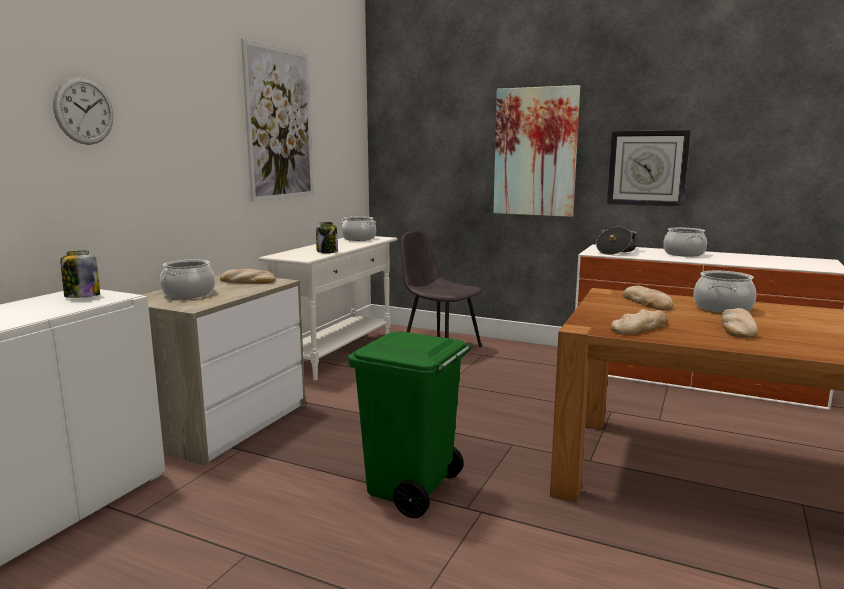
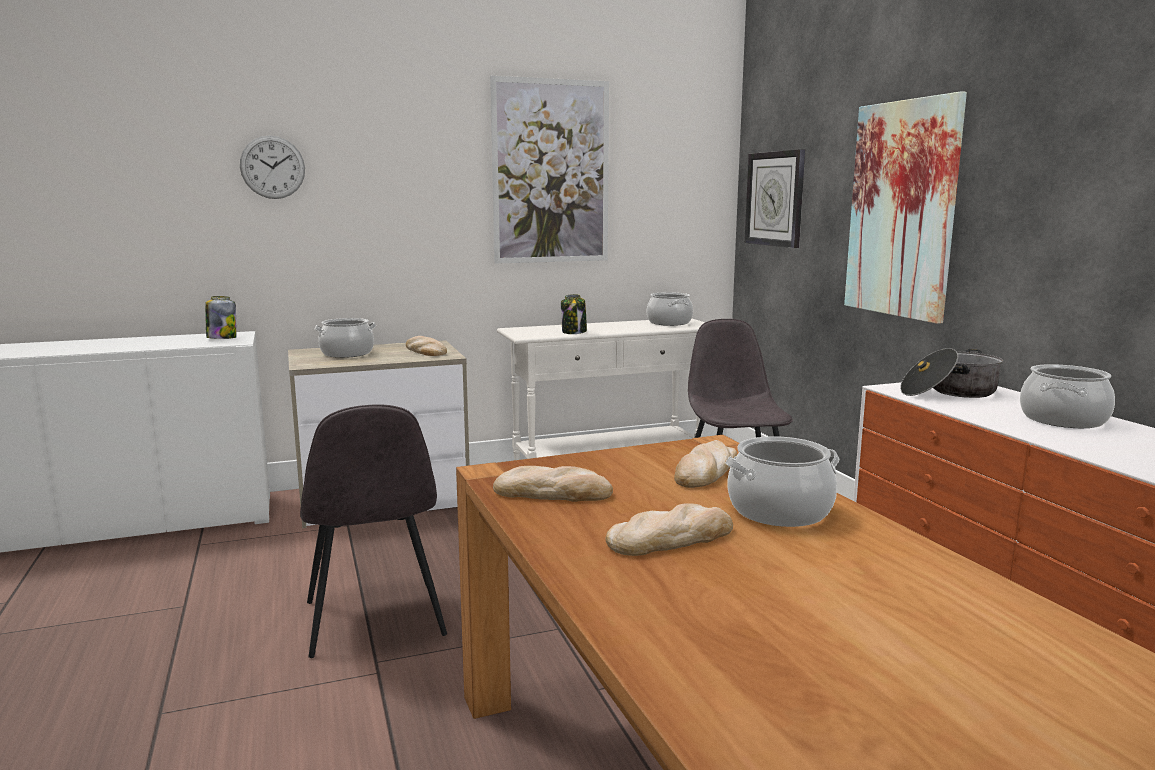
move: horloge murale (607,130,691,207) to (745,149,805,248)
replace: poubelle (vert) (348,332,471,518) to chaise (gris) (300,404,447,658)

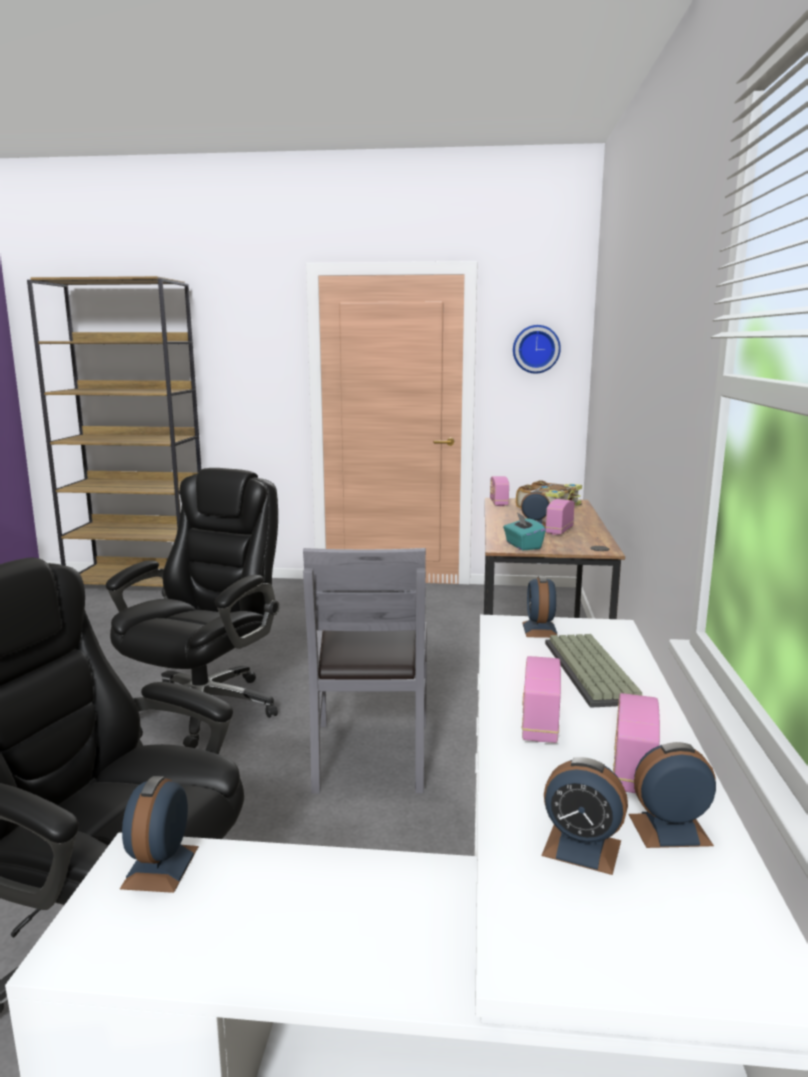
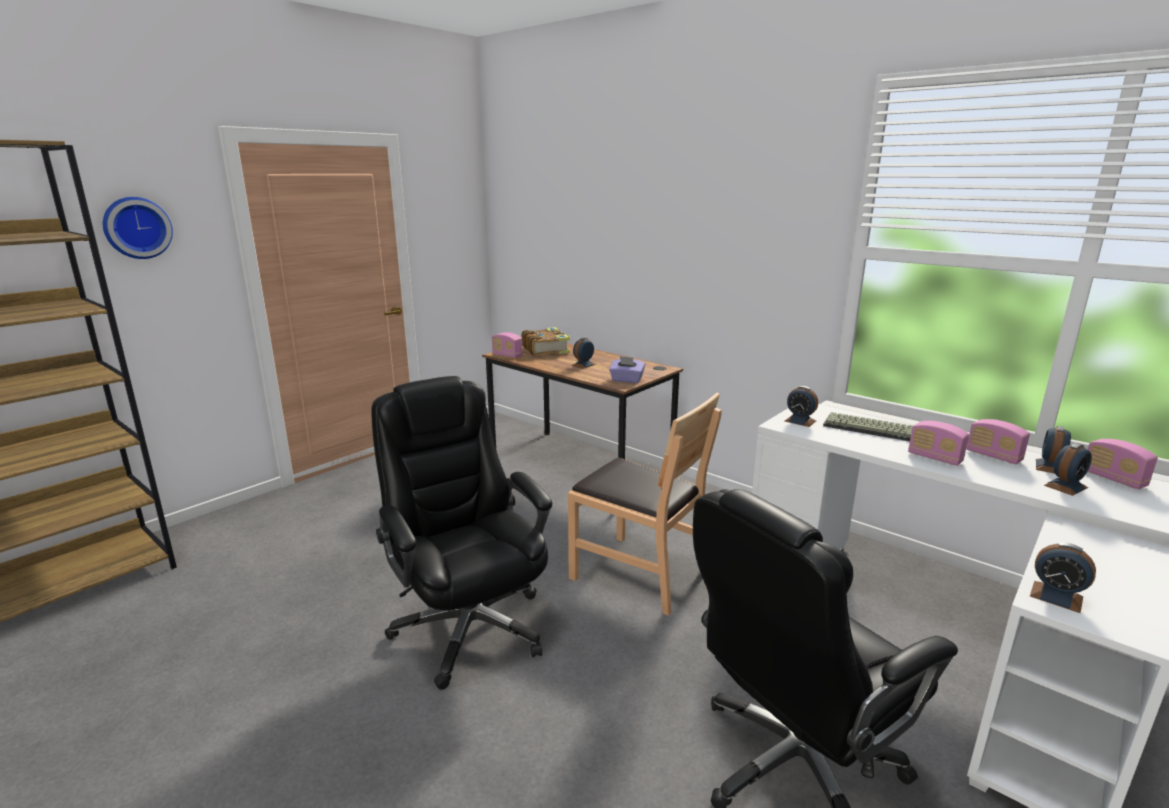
move: horloge murale (513,325,561,374) to (103,197,173,259); radio (545,499,575,535) to (1087,439,1158,489)
recolor: boîte à mouchoirs (turquoise) (503,513,546,550) to boîte à mouchoirs (violet) (609,356,645,383); chaise (gris) (303,548,427,794) to chaise (marron) (568,393,722,616)

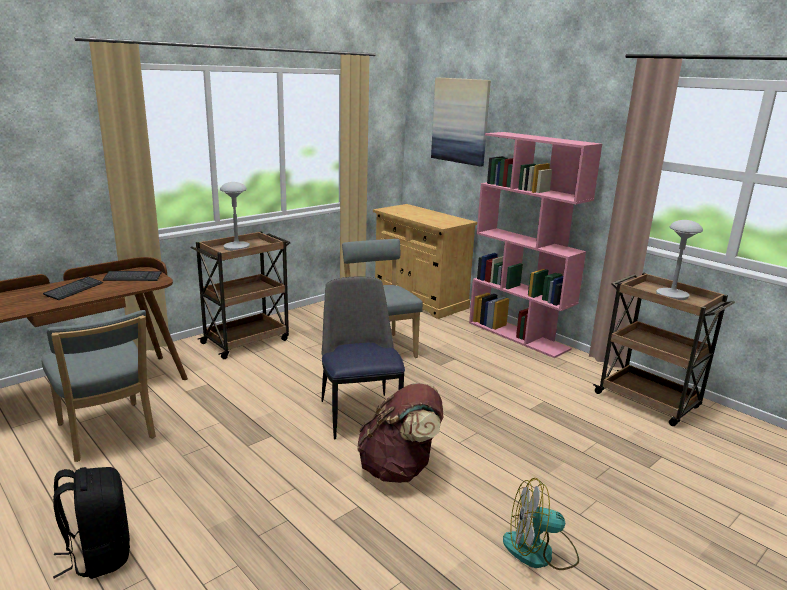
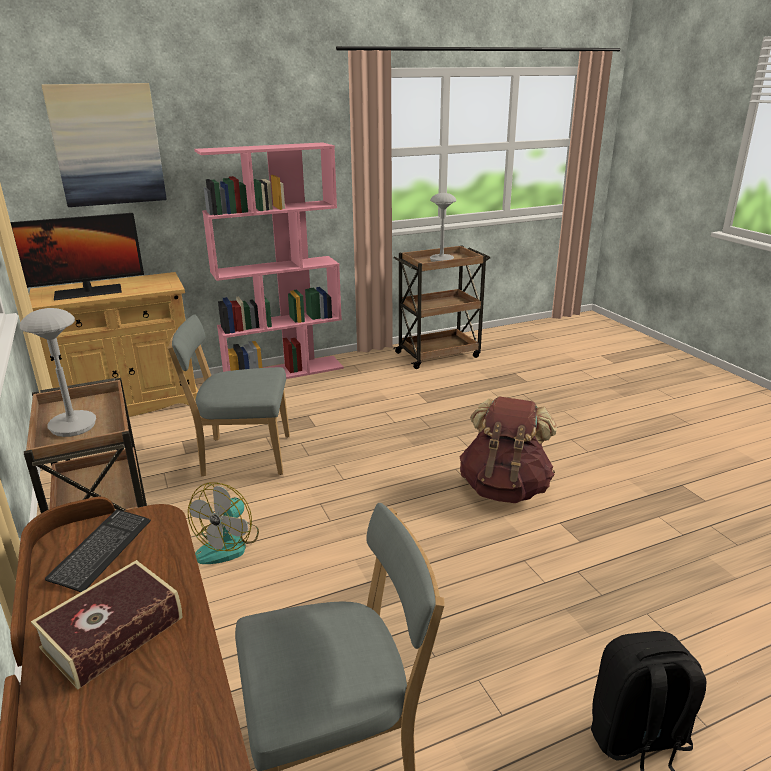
delete: chaise (322,276,405,439)
insert: écran d'ordinateur (10,213,144,300)
move: ventilateur (503,478,579,570) to (188,482,259,564)
replace: clavier (43,277,103,300) to livre (31,560,183,689)

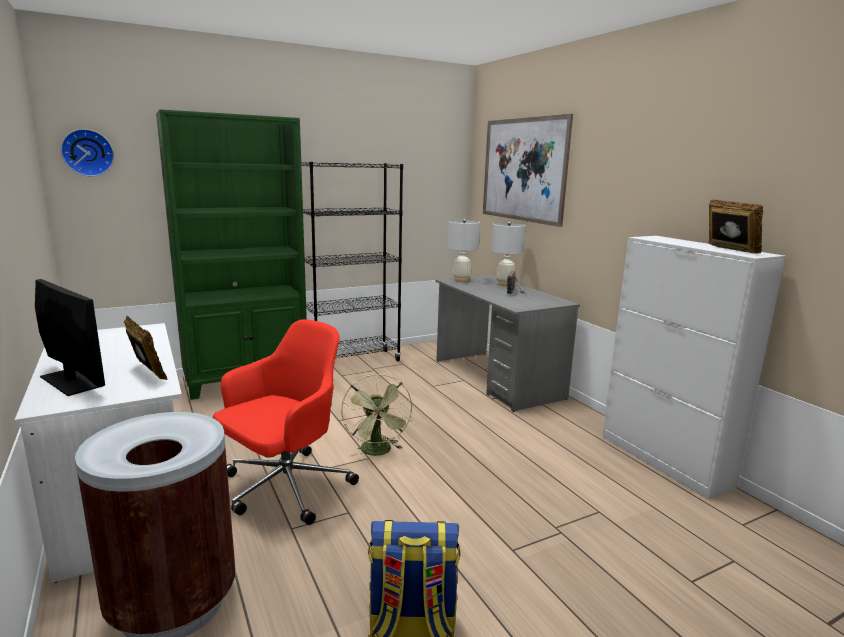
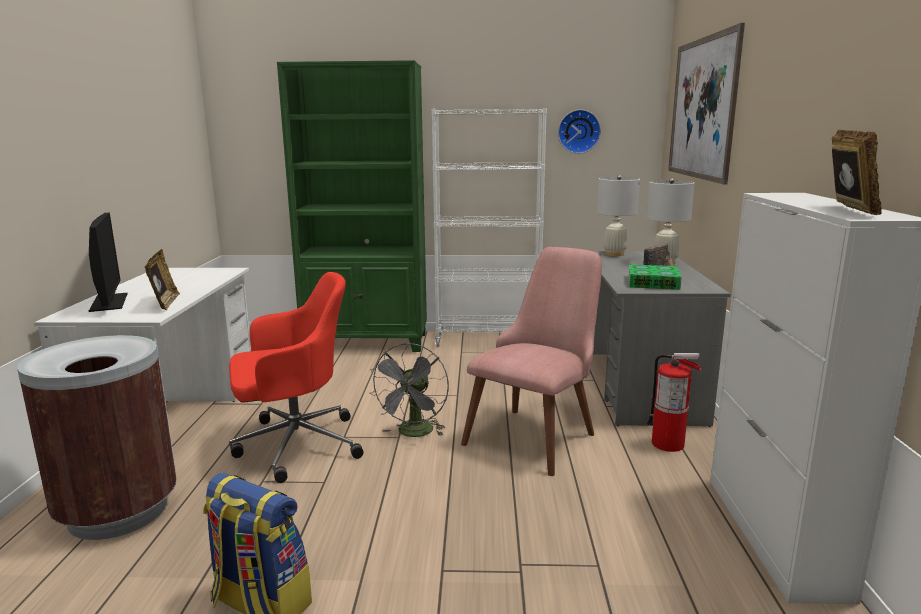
insert: chaise (rose) (461,247,602,476); livre (628,264,682,290); extincteur (647,353,701,452)
move: horloge murale (61,129,114,177) to (558,109,601,154)
recolor: bibliothèque (noir) (301,162,403,361) to bibliothèque (blanc) (432,108,547,347); ventilateur (vert) (341,374,412,457) to ventilateur (gris) (369,343,449,437)

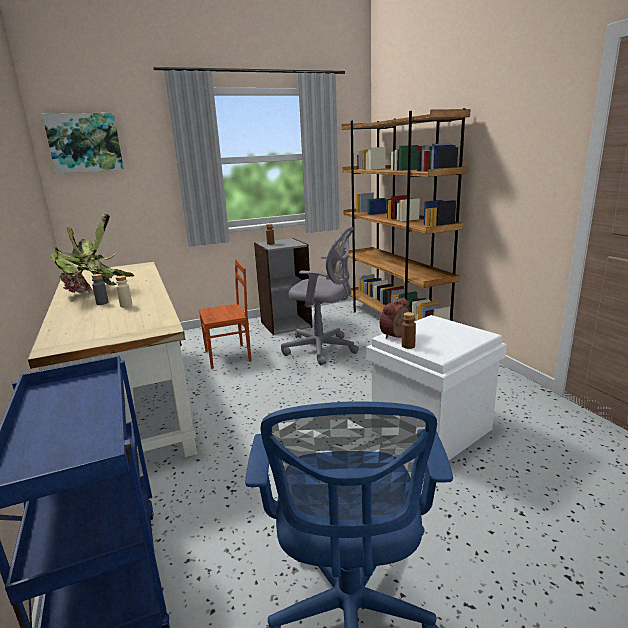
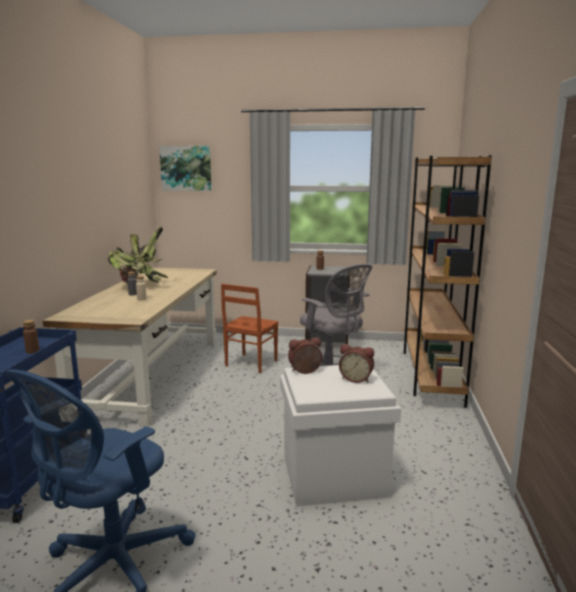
insert: réveil (339,344,374,383)
move: bouteille (marron) (402,312,416,349) to (23,320,39,354)
rotate: chaise (marron) (199,259,251,369) = (221,284,279,373) 105 degrees clockwise

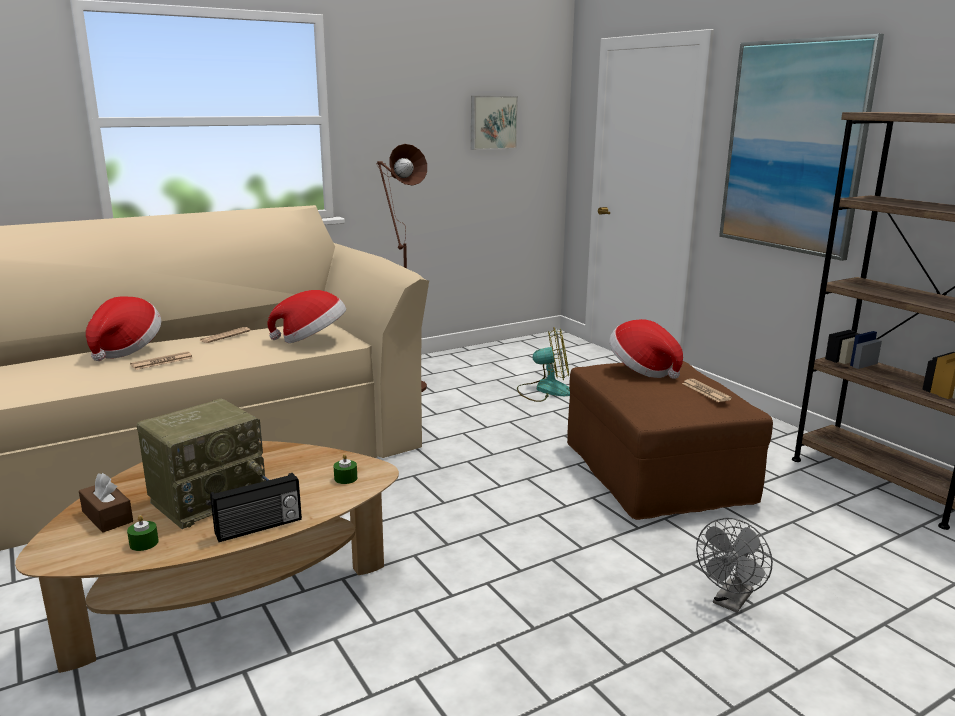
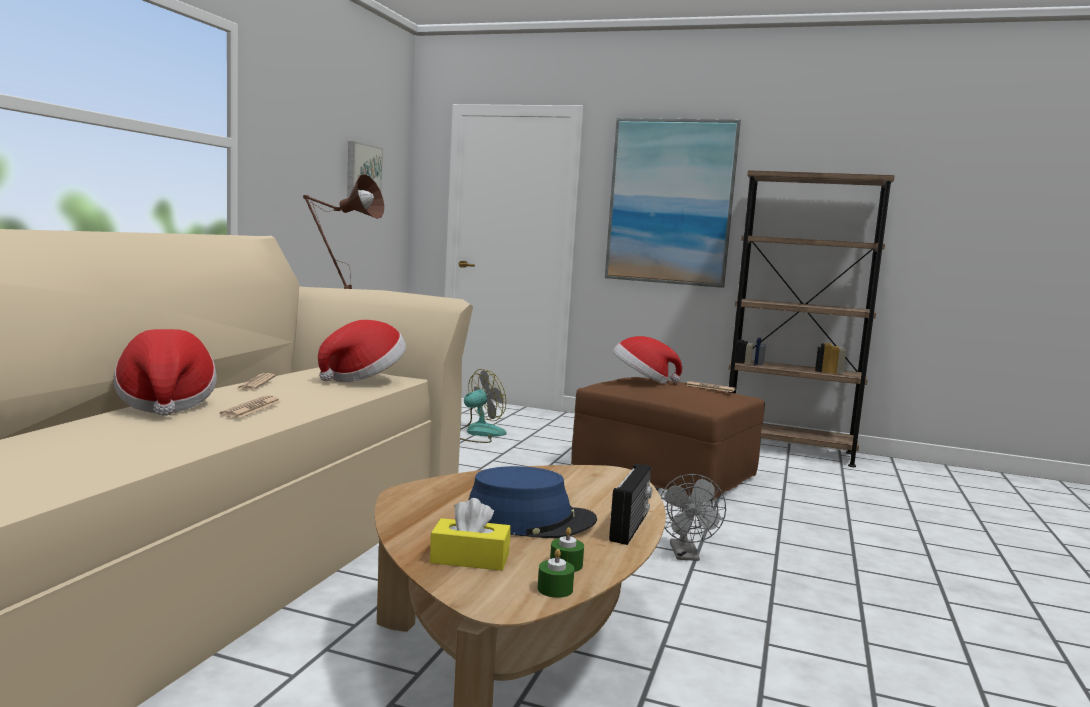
move: bougie (vert) (334,454,357,484) to (538,549,574,598); ventilateur (gris) (696,518,773,613) to (661,474,726,561)
replace: radio (137,399,269,529) to chapeau (bleu) (469,466,597,538)
recolor: boîte à mouchoirs (marron) (79,473,133,533) to boîte à mouchoirs (jaune) (430,498,511,571)

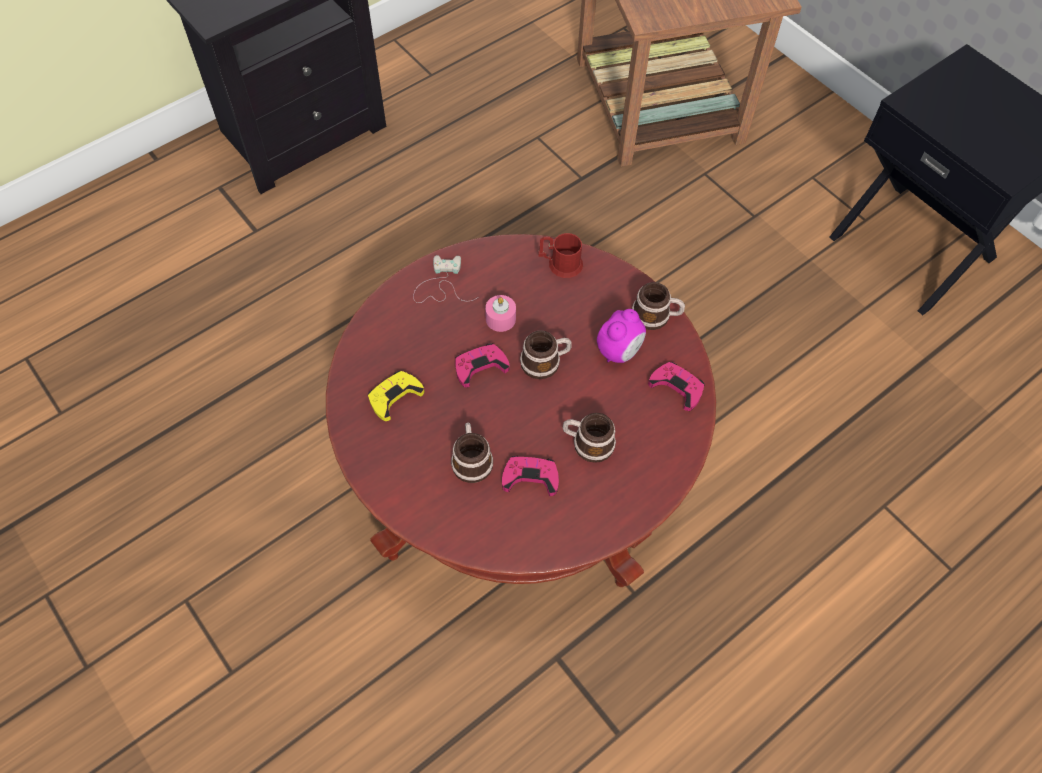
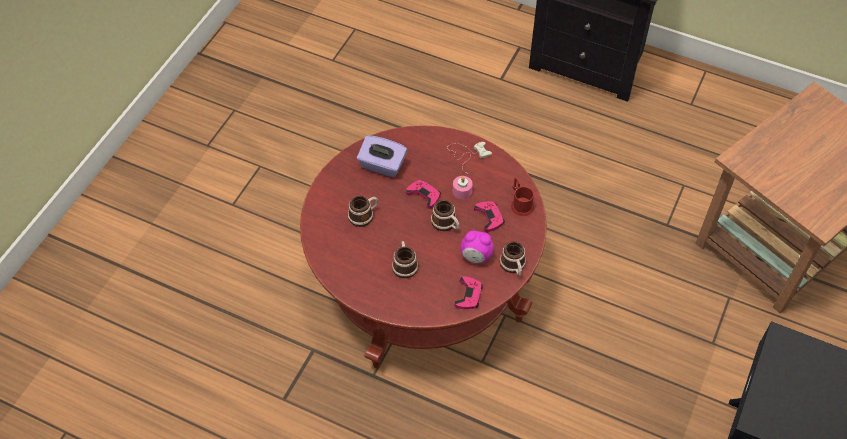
move: manette (rose) (502,456,559,496) to (474,201,505,232)
replace: manette (jaune) (368,371,424,421) to boîte à mouchoirs (violet) (357,135,407,177)

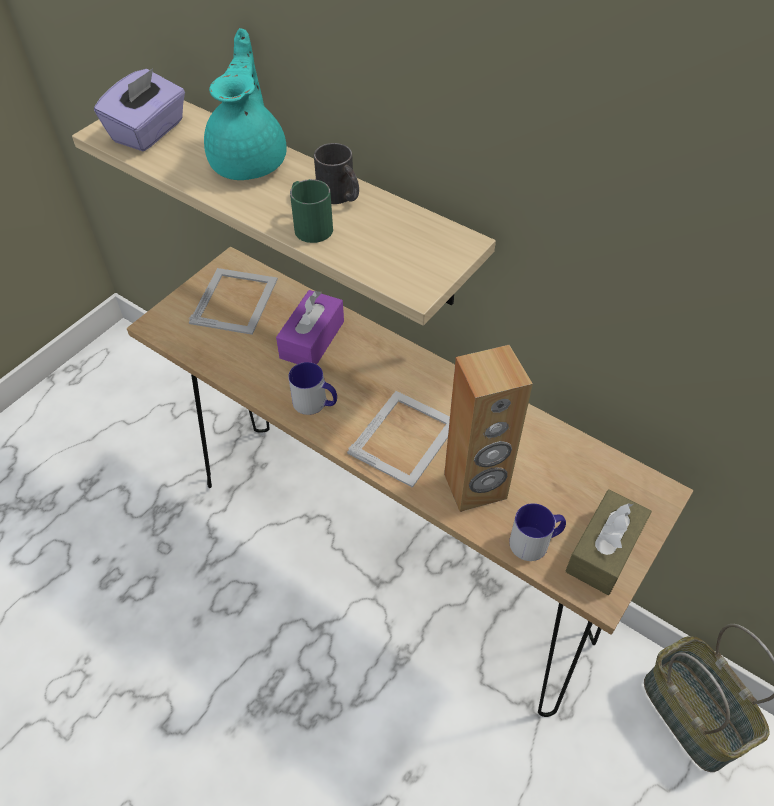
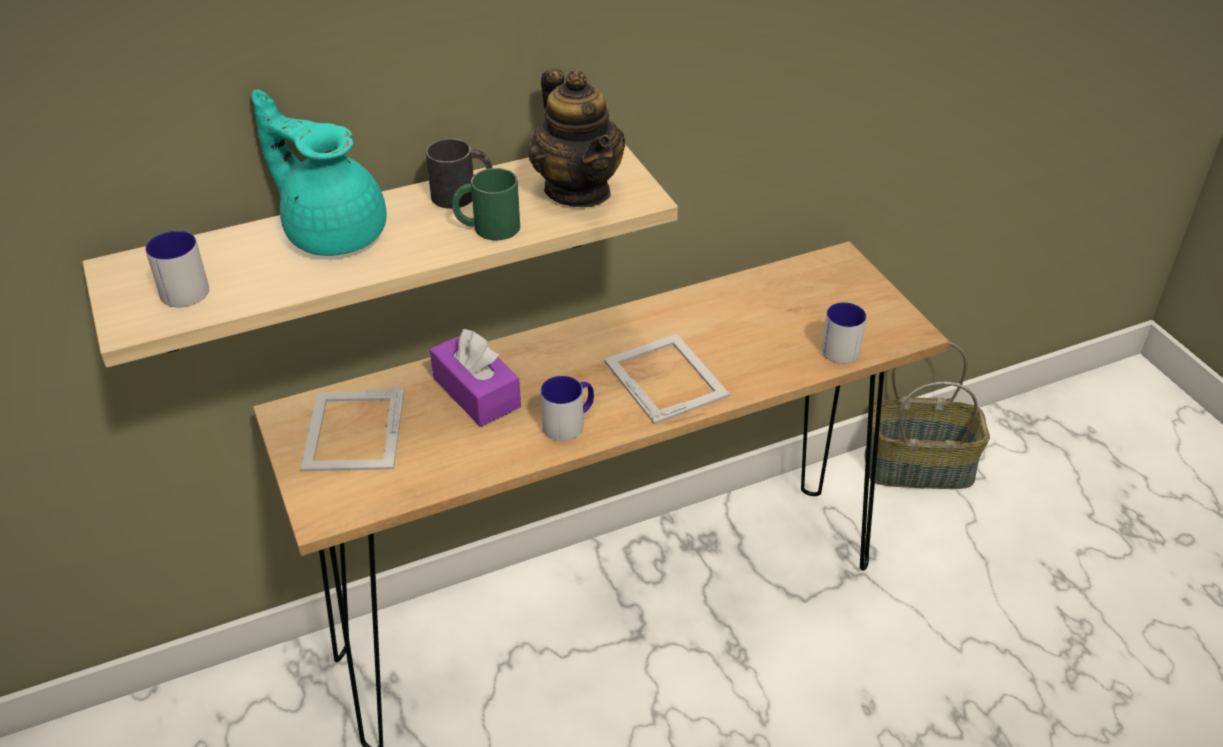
delete: enceinte (marron) (444,345,533,512); boîte à mouchoirs (marron) (566,489,652,595)
insert: théière (528,68,625,207)
replace: boîte à mouchoirs (violet) (94,69,185,151) to mug (145,231,209,307)
rotate: cadre photo (189,268,278,335) = (301,387,404,471) 135 degrees counterclockwise

